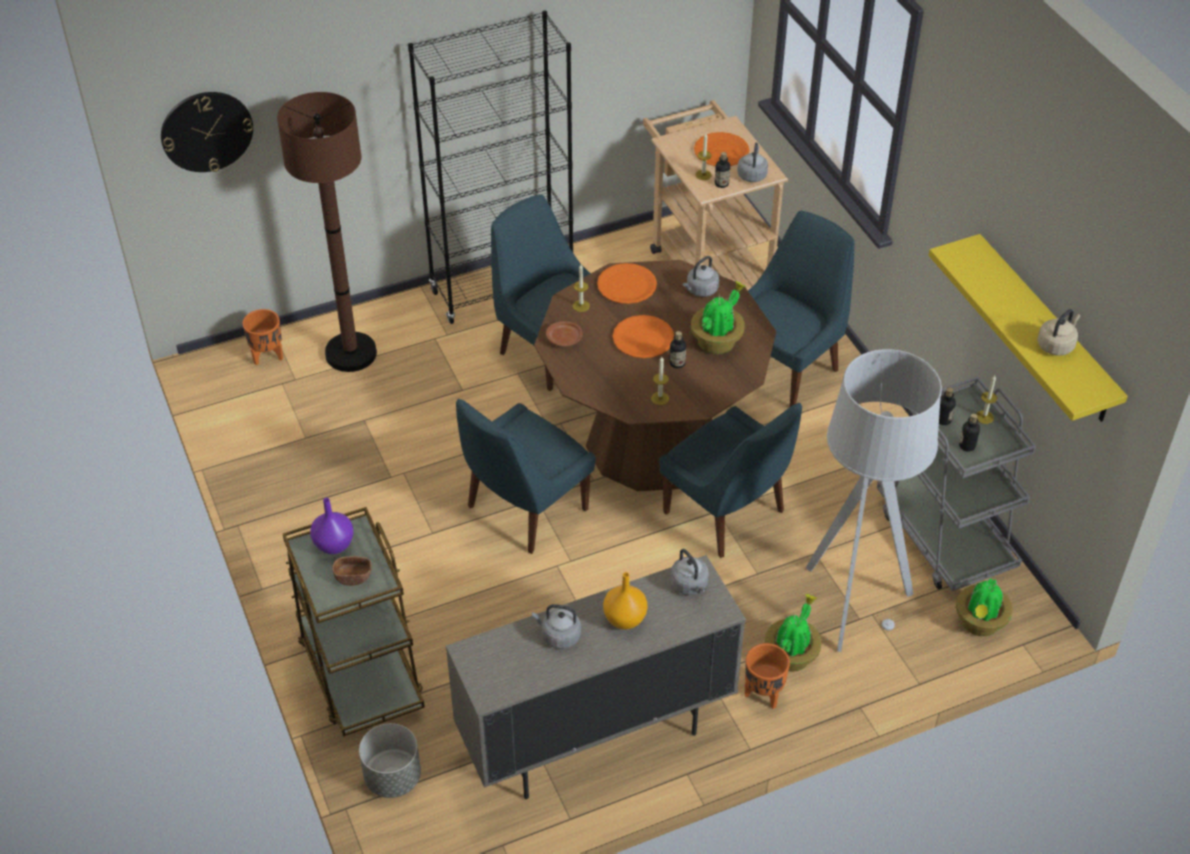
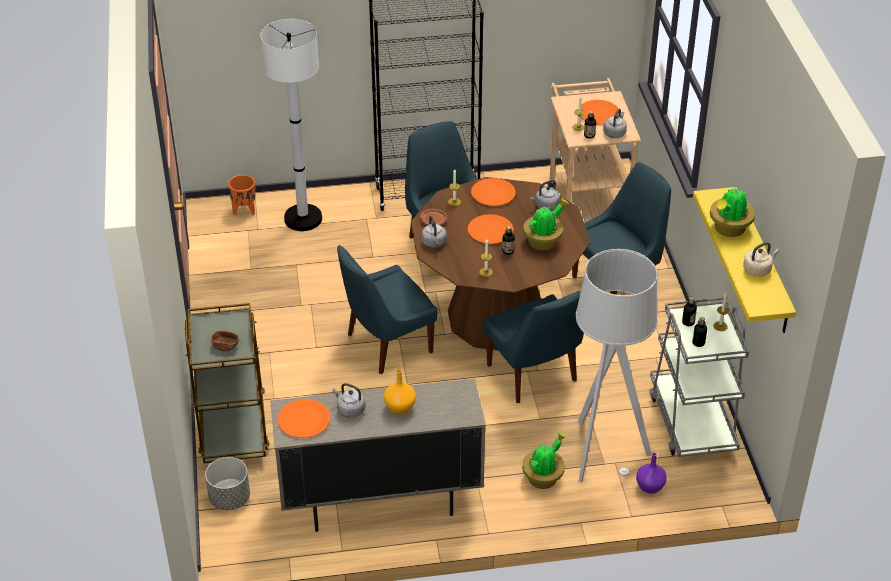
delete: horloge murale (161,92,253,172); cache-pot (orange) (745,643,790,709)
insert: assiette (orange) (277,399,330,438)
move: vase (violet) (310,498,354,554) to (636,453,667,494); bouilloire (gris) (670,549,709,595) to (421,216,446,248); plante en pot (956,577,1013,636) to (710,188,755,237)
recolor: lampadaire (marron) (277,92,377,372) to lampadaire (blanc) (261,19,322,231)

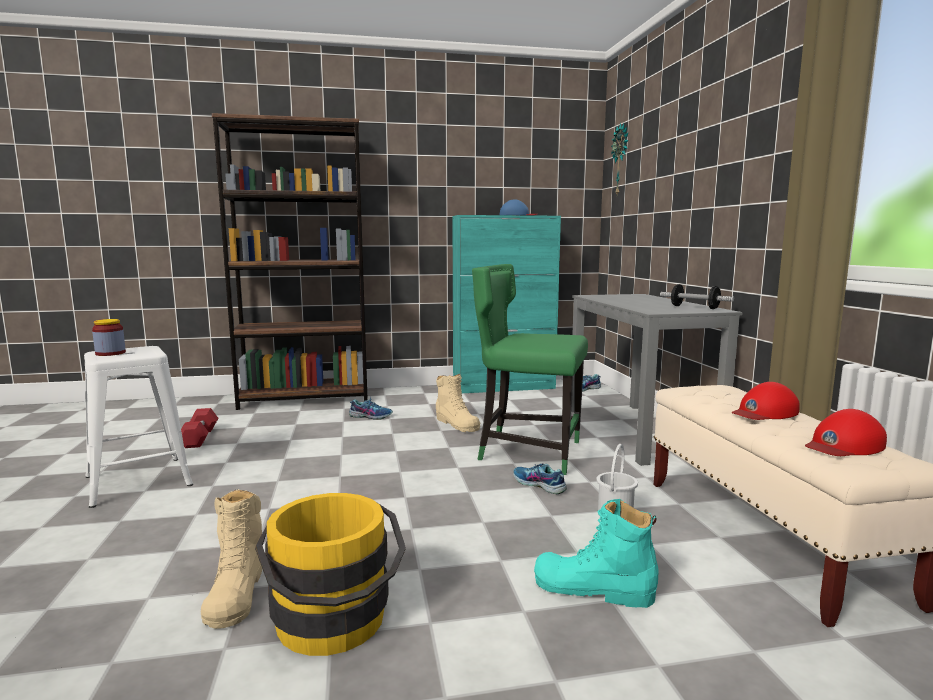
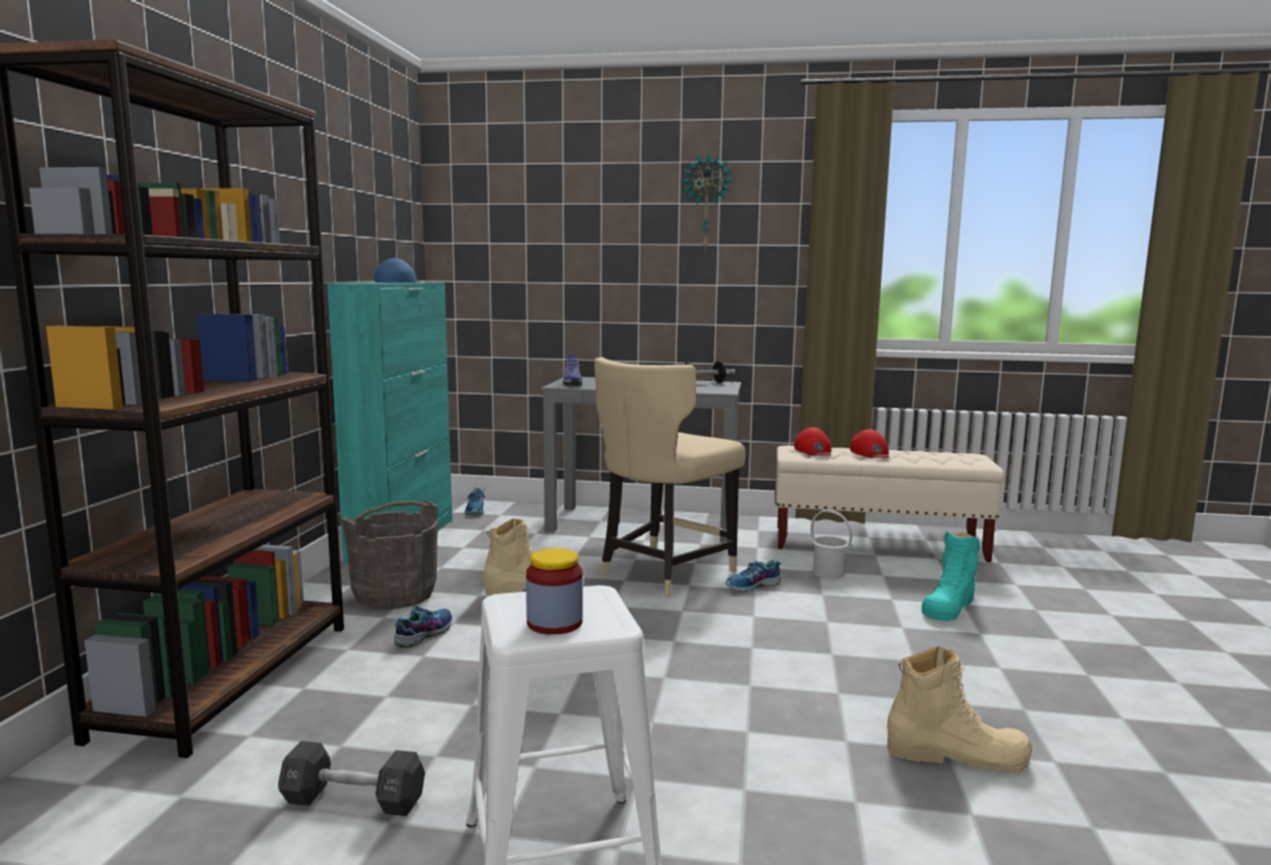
delete: seau (jaune) (255,493,406,656)
insert: chaussure (563,355,583,386); seau (gris) (340,501,439,609)
move: horloge murale (611,123,629,195) to (682,153,734,251); casquette (rouge) (805,409,887,456) to (794,427,831,456)
recolor: chaise (vert) (472,264,588,475) to chaise (beige) (594,357,746,598); haltère (rouge) (181,408,218,448) to haltère (noir) (278,741,425,816)

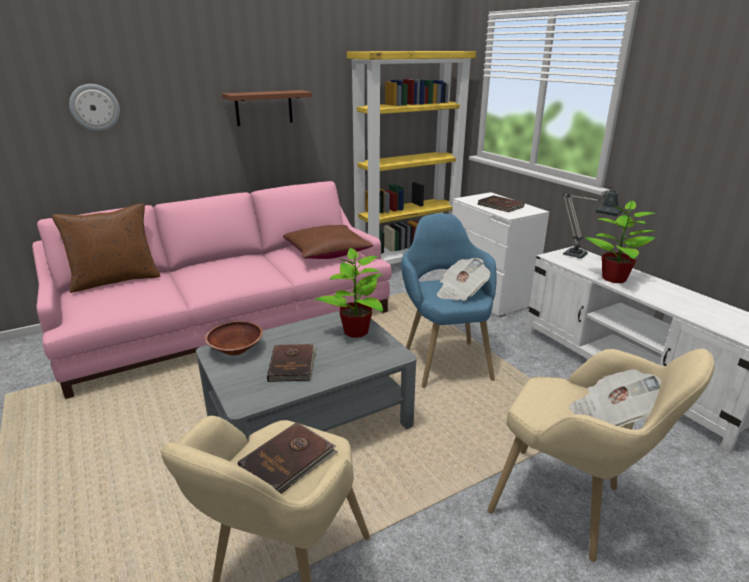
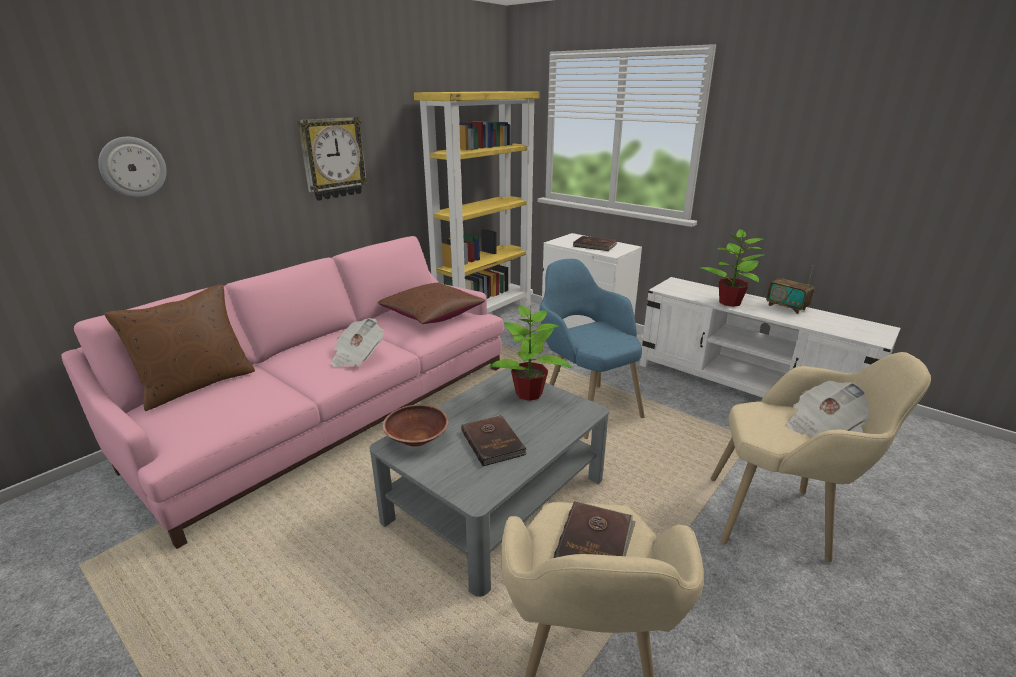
delete: lampe de table (563,187,622,259)
insert: radio (766,265,815,314)
move: journal (437,258,490,301) to (330,318,384,367)
replace: étagère (marron) (222,90,312,126) to horloge murale (297,117,368,201)

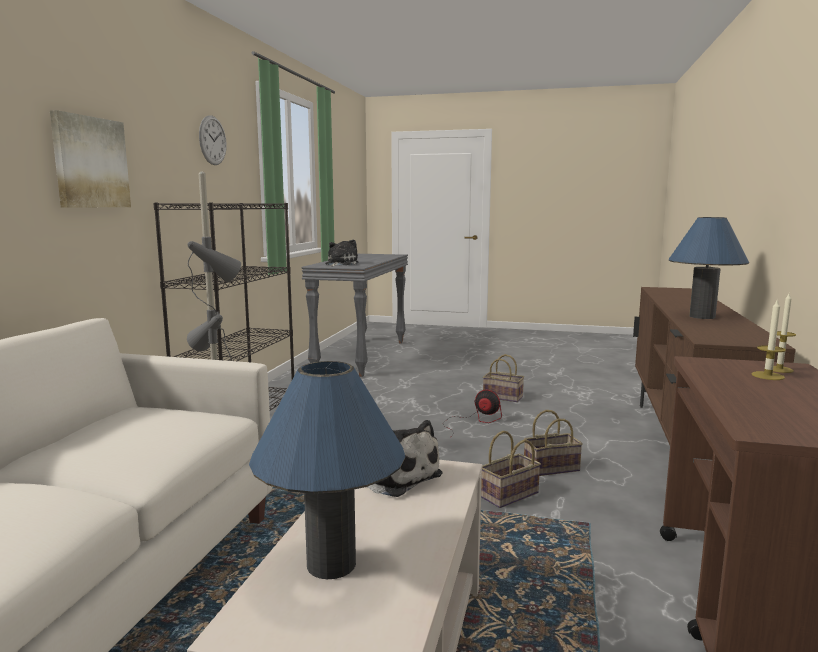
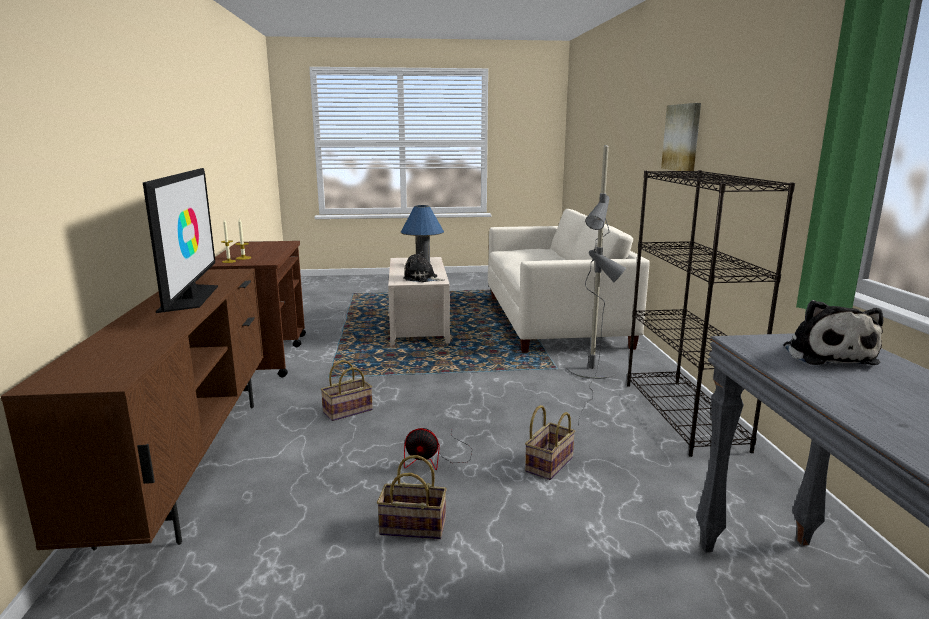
delete: horloge murale (199,115,227,165)
move: panier (481,431,541,508) to (525,405,575,480)
replace: lampe de table (bleu) (669,217,749,319) to téléviseur (143,168,218,313)

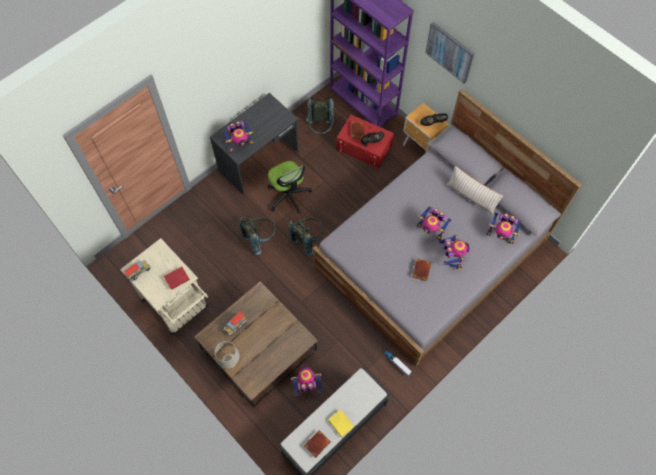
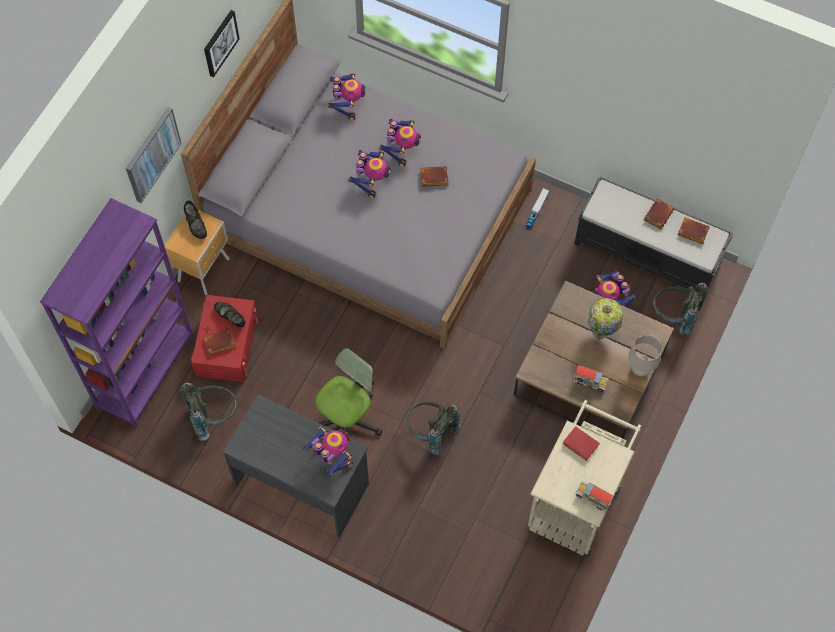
delete: coussin (beige) (447,166,503,215)
insert: tableau (204,10,240,78); lampe de table (589,298,623,339)
move: sac à dos (gris) (288,217,324,256) to (653,283,708,337)
recolor: livre (jaune) (328,410,354,437) to livre (marron) (644,198,674,229)
rotate: robot jouet (438,235,470,269) = (380,119,421,167) 135 degrees clockwise

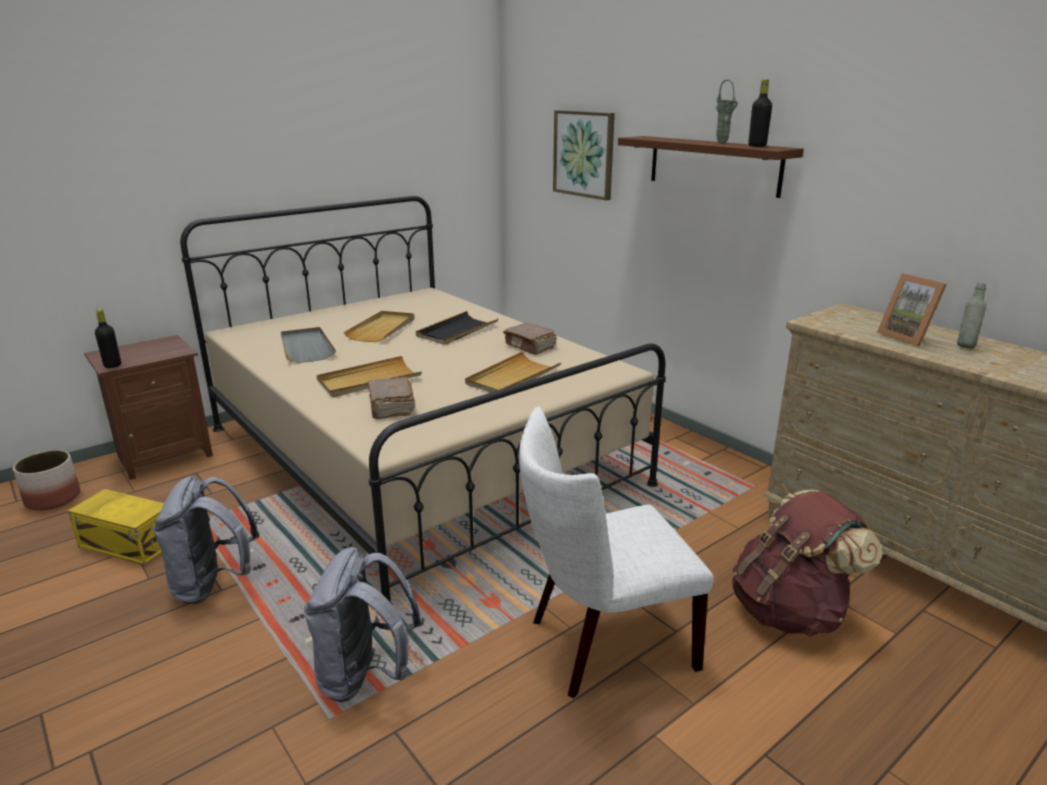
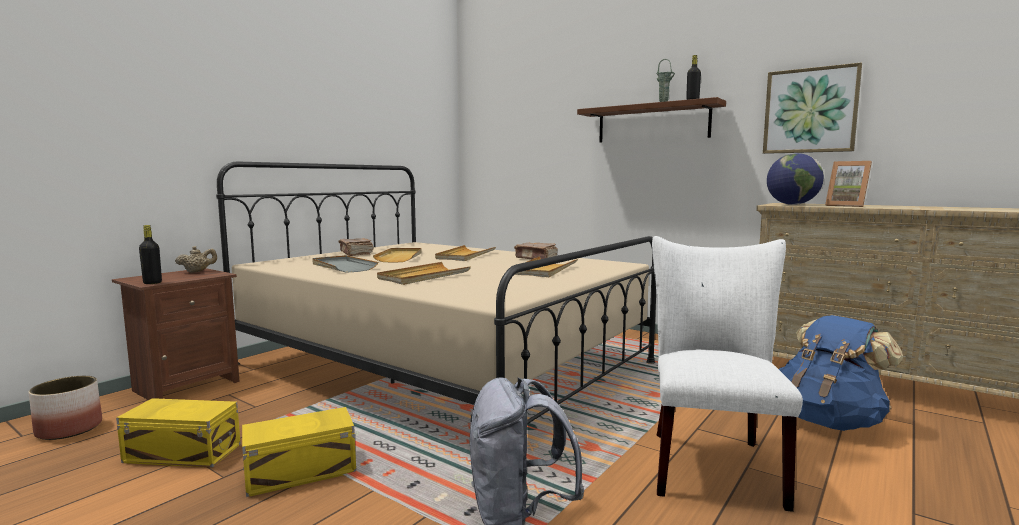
delete: bouteille (gris) (957,283,986,348)
insert: globe (767,153,824,205); théière (beige) (175,246,217,273)
move: tableau (553,110,615,200) to (763,62,862,154); livre (marron) (367,377,416,419) to (338,238,374,256)
replace: sac à dos (gris) (152,476,260,604) to boîte de rangement (jaune) (242,407,356,497)
recolor: plateau (noir) (416,311,498,345) to plateau (beige) (435,245,496,261); sac à dos (marron) (732,490,883,637) to sac à dos (bleu) (779,315,903,431)
rotate: chaise (blanc) (519,407,714,699) = (652,236,803,512) 135 degrees clockwise

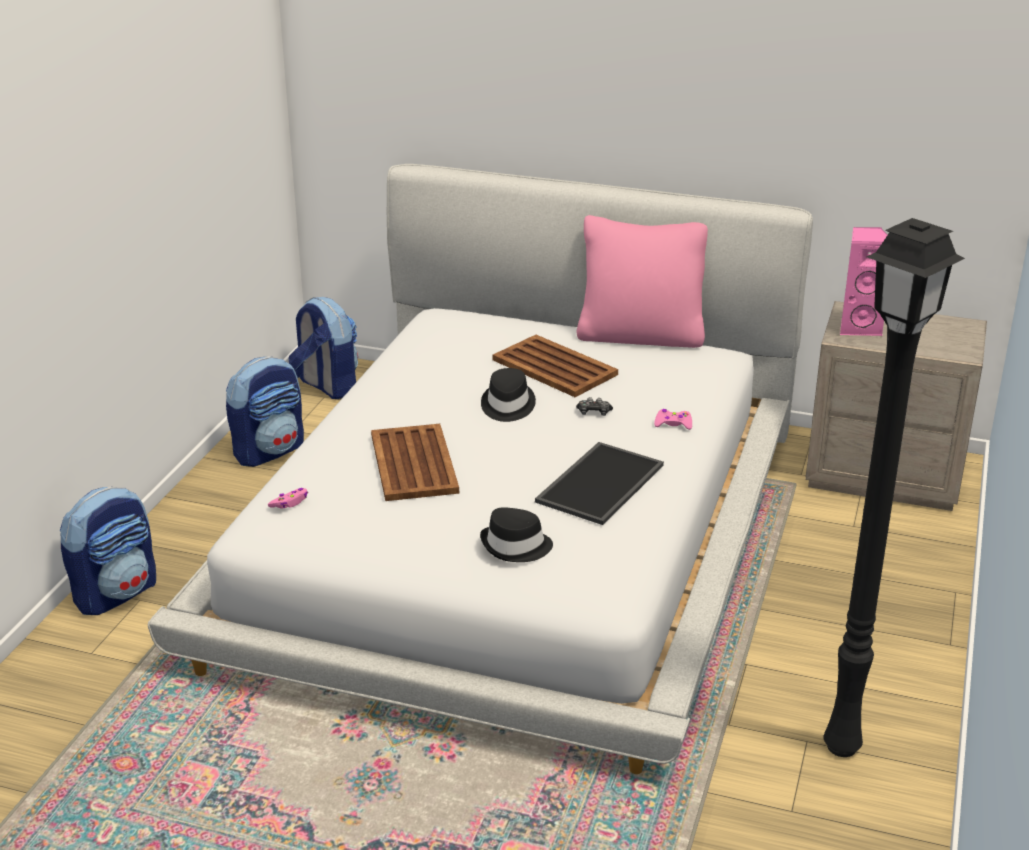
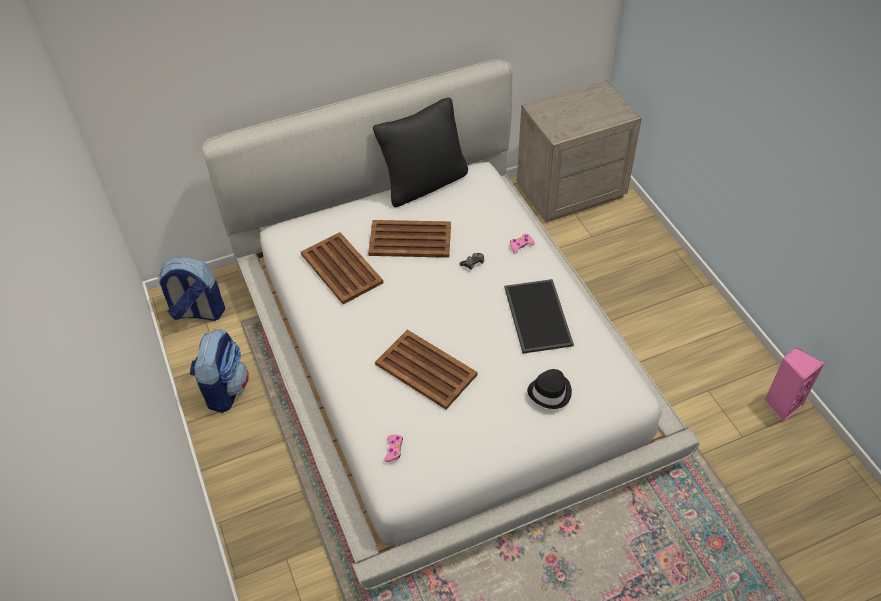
delete: lampadaire (noir) (823,218,965,757); chapeau (noir) (481,368,536,422); sac à dos (60,486,156,615)
insert: plateau (marron) (301,232,383,304)
move: enceinte (rose) (840,227,888,337) to (764,347,825,422)
recolor: coussin (rose) (577,215,708,348) to coussin (noir) (373,98,468,207)

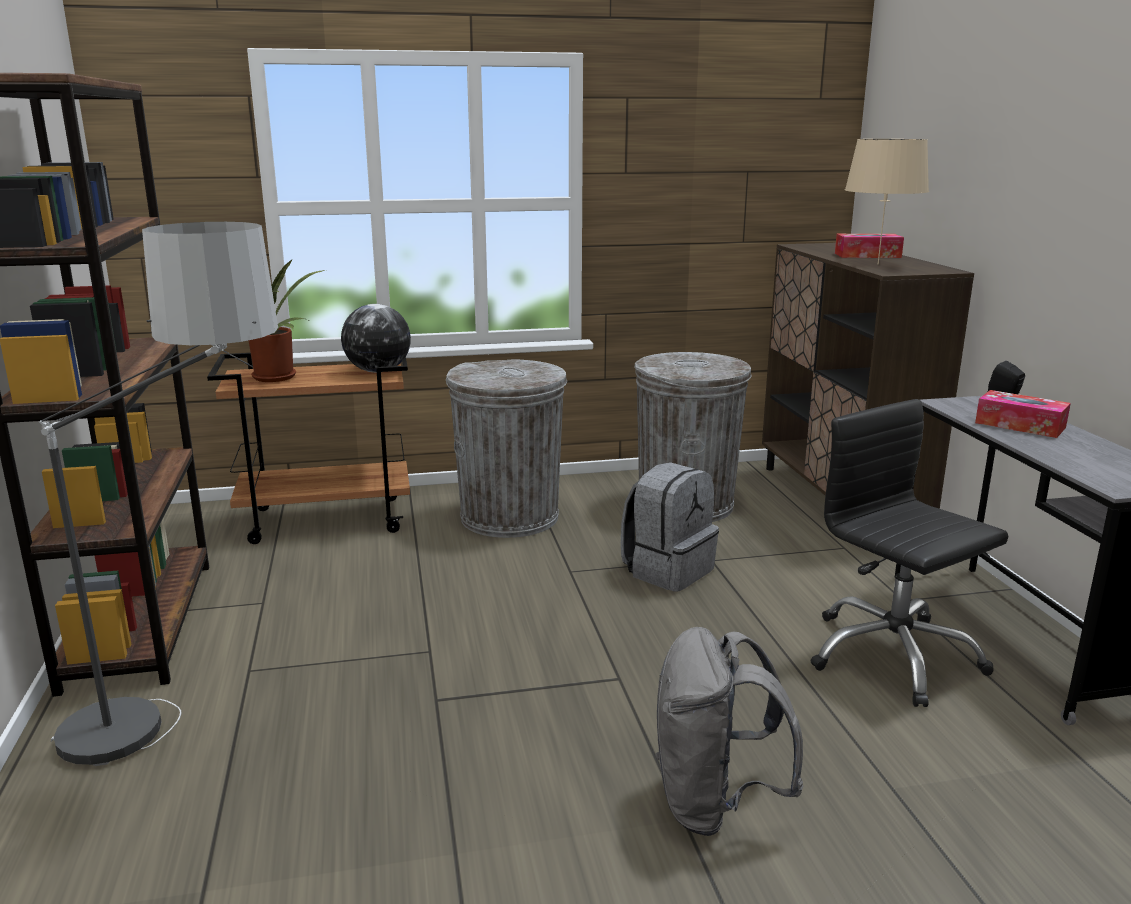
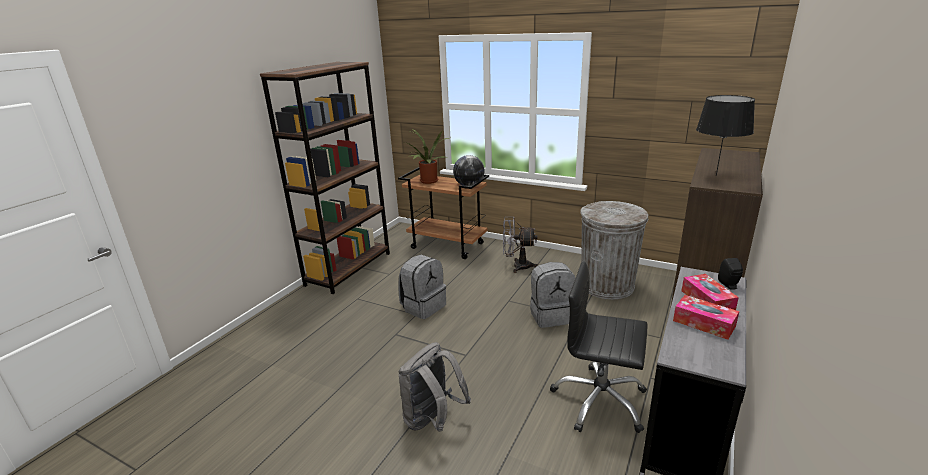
delete: lampadaire (39,222,278,766)
insert: sac à dos (gris) (398,255,446,319)
move: boîte à mouchoirs (835,234,904,258) to (673,295,739,340)
replace: poubelle (gris) (446,359,567,538) to ventilateur (gris) (503,217,538,273)
recolor: lampe de table (beige) (845,139,929,265) to lampe de table (noir) (696,95,755,176)
rotate: chaise de bureau (noir) (810,399,1008,707) = (550,261,648,433) 75 degrees counterclockwise

